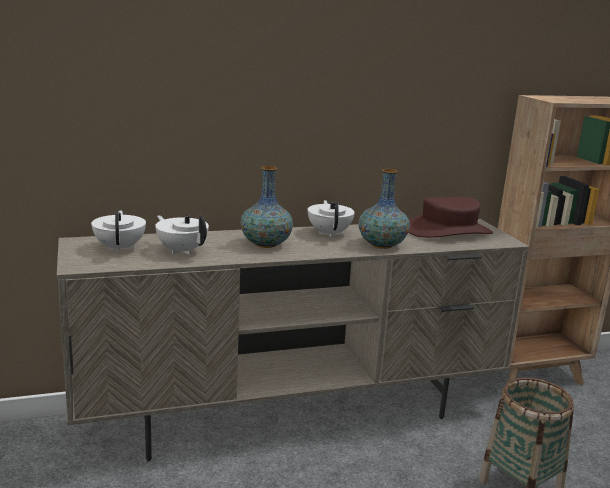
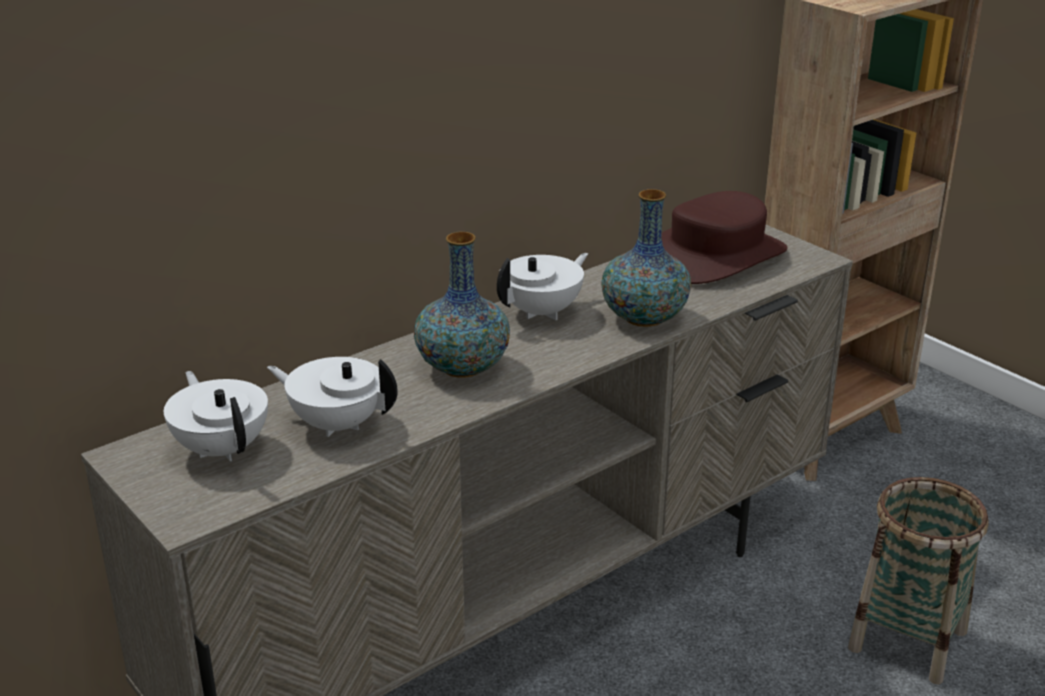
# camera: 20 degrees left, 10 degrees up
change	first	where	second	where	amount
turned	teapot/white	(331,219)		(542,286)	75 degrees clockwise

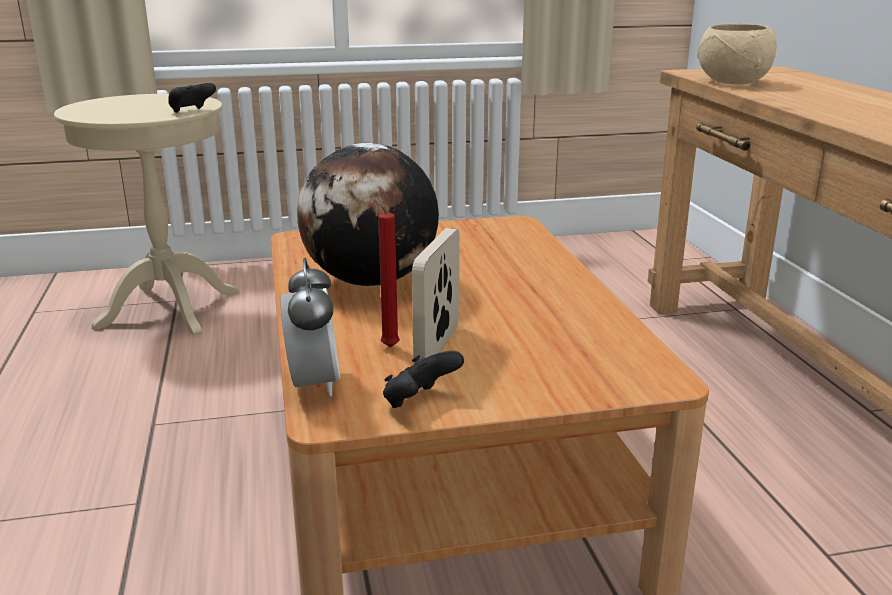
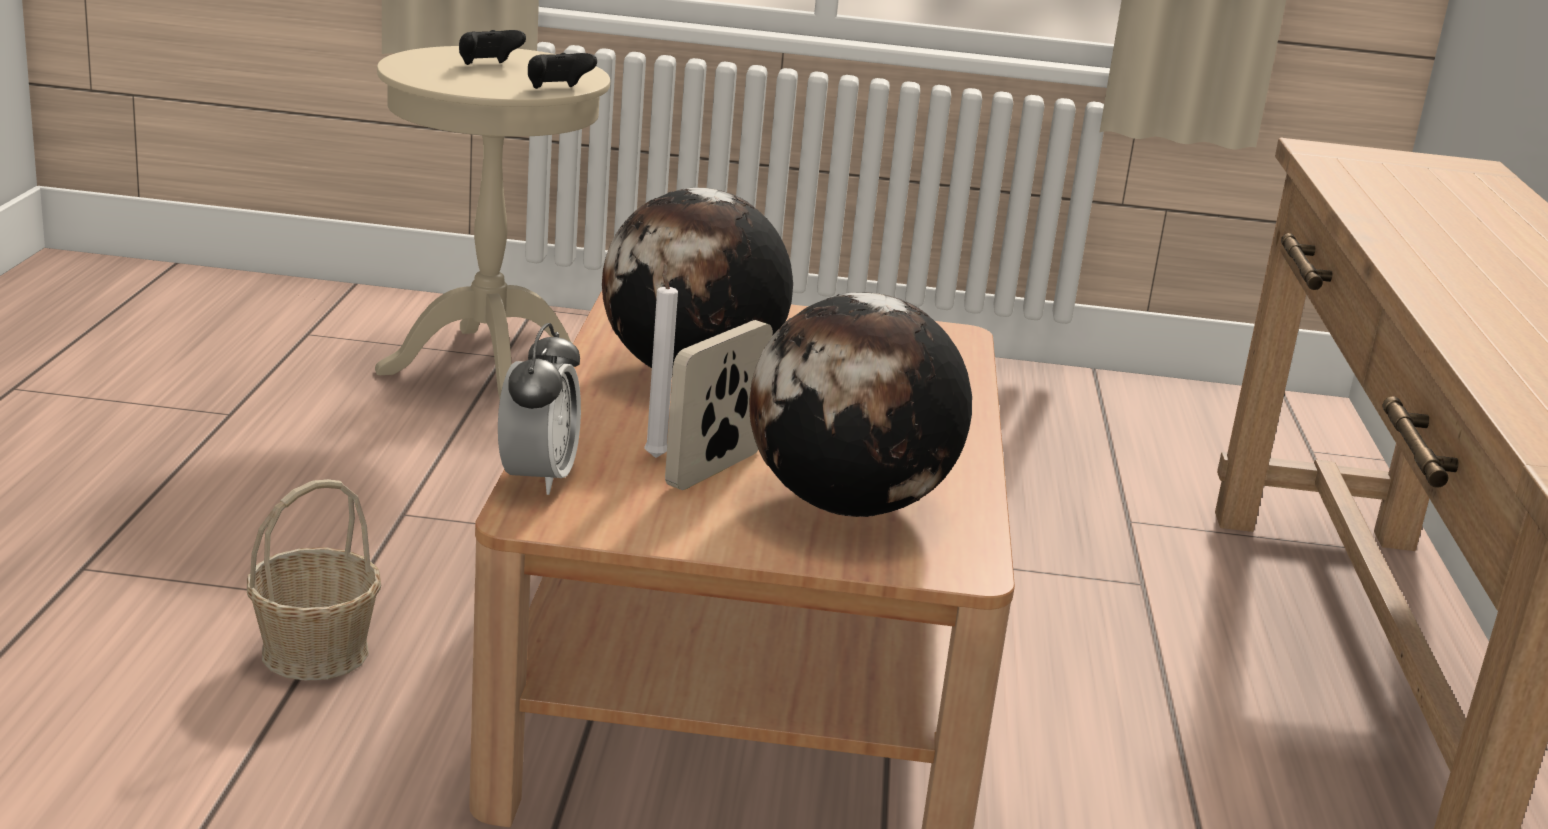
# camera: 15 degrees right, 0 degrees up
change	first	where	second	where	amount
removed	bowl/beige	(737,54)			
added			basket	(314,580)	
added			globe	(860,404)	
moved	game controller/black	(423,379)		(492,47)	
recoloured	candle/red	(389,271)	candle/white	(661,360)	

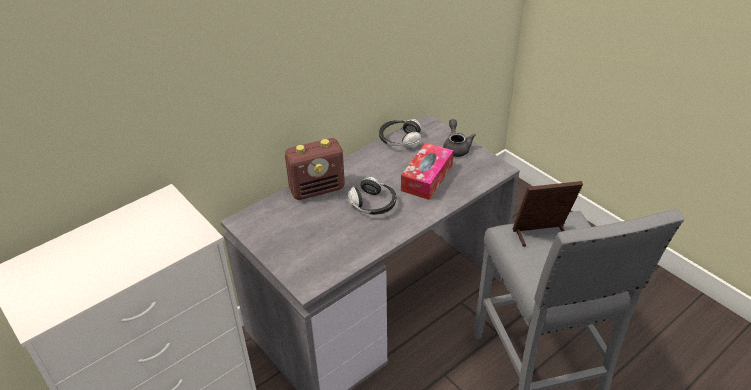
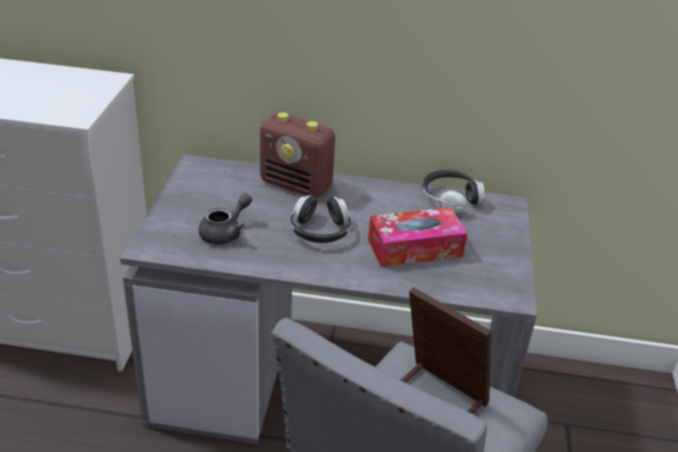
# camera: 45 degrees right, 5 degrees down
change	first	where	second	where	amount
moved	teapot/grey	(459,138)		(225,219)	

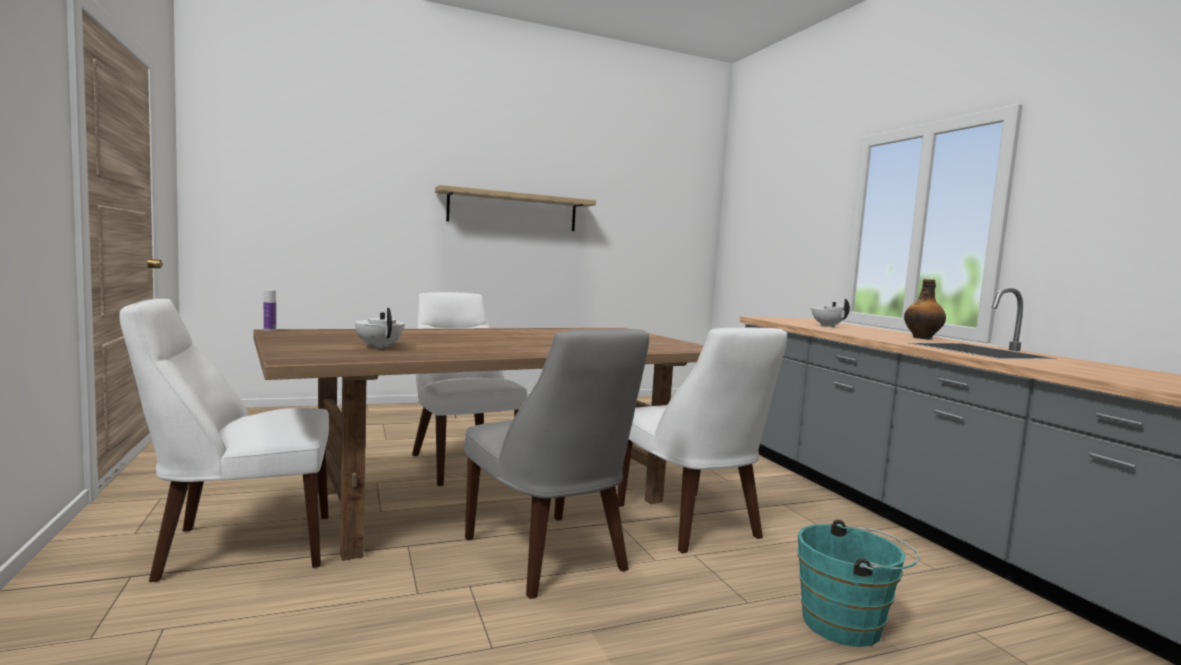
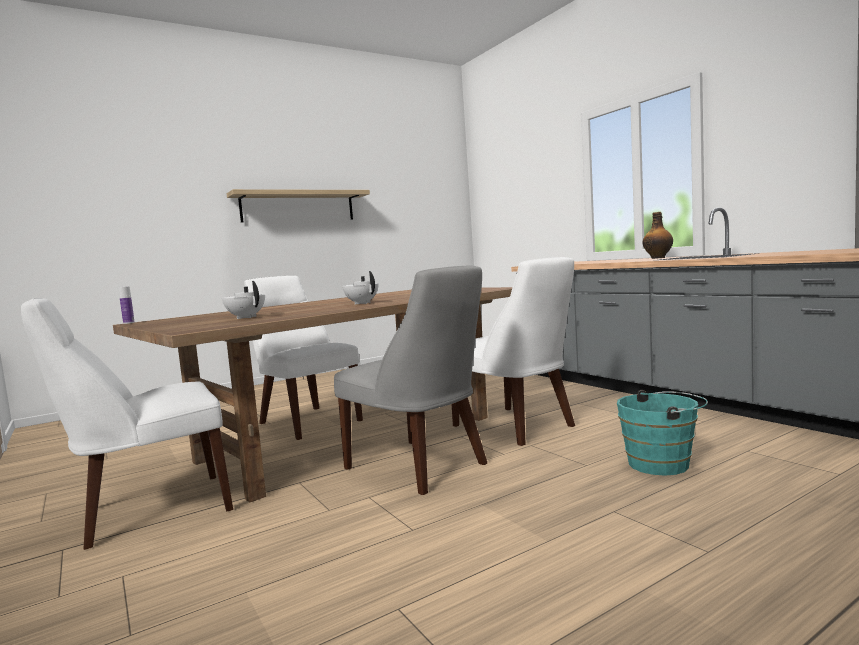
# camera: 10 degrees left, 0 degrees up
change	first	where	second	where	amount
moved	teapot/white	(829,313)		(360,287)	

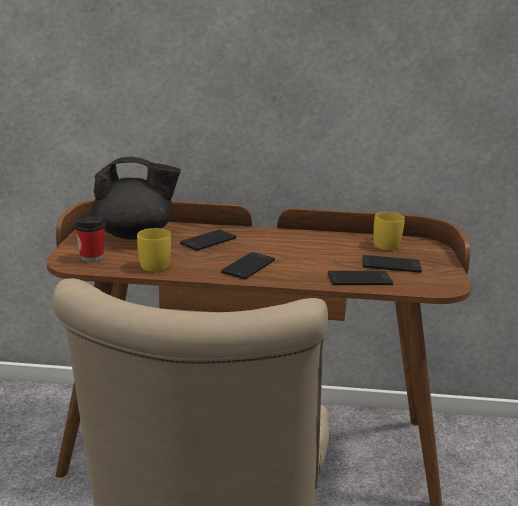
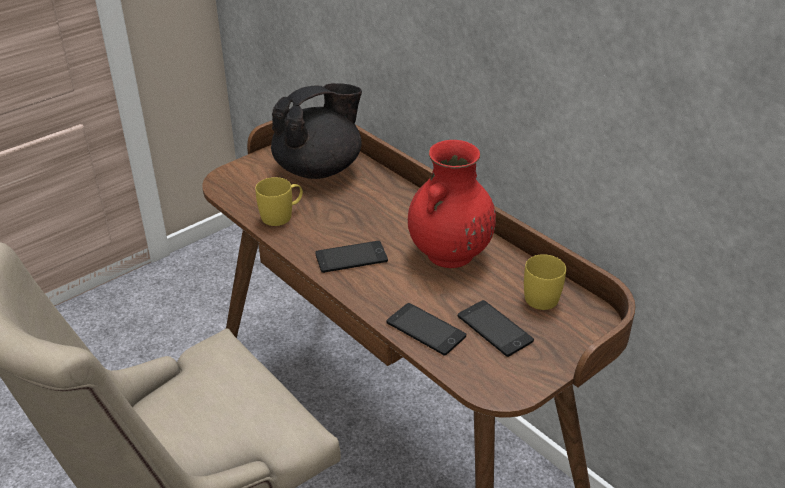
# camera: 45 degrees right, 15 degrees up
change	first	where	second	where	amount
removed	cup	(90,238)			
removed	phone	(208,240)			
added			vase/red	(452,204)	
turned	teapot/black	(136,198)		(316,131)	75 degrees counterclockwise

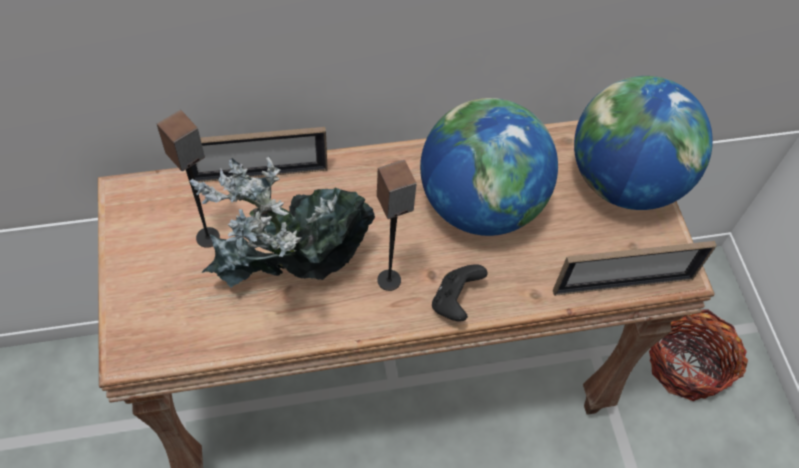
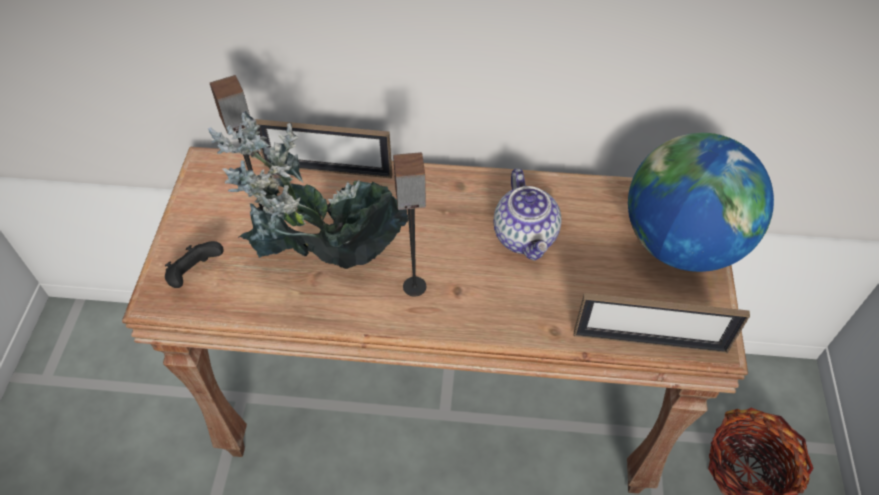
# camera: 20 degrees right, 5 degrees down
change	first	where	second	where	amount
moved	game controller/black	(460,293)		(194,264)	
replaced	globe	(489,167)	teapot	(527,215)	

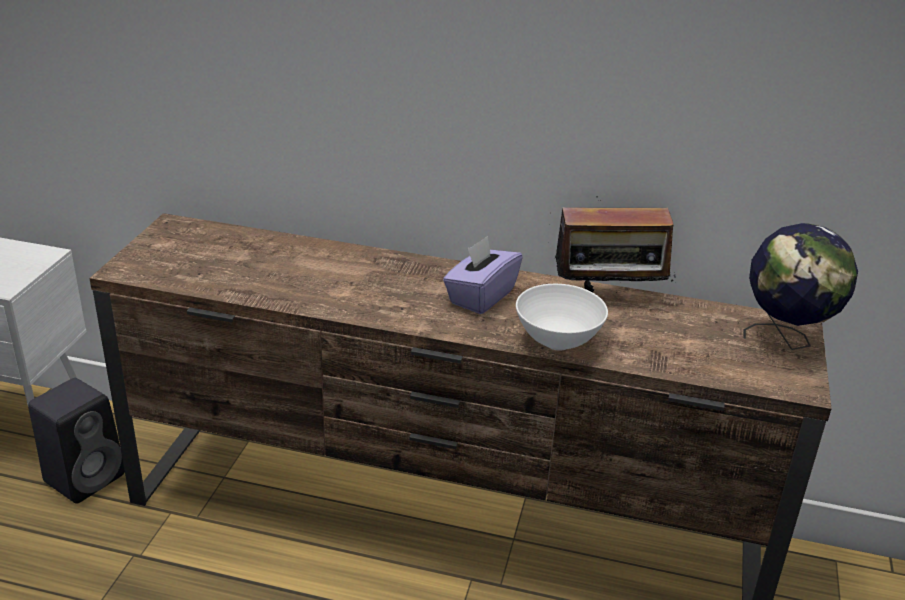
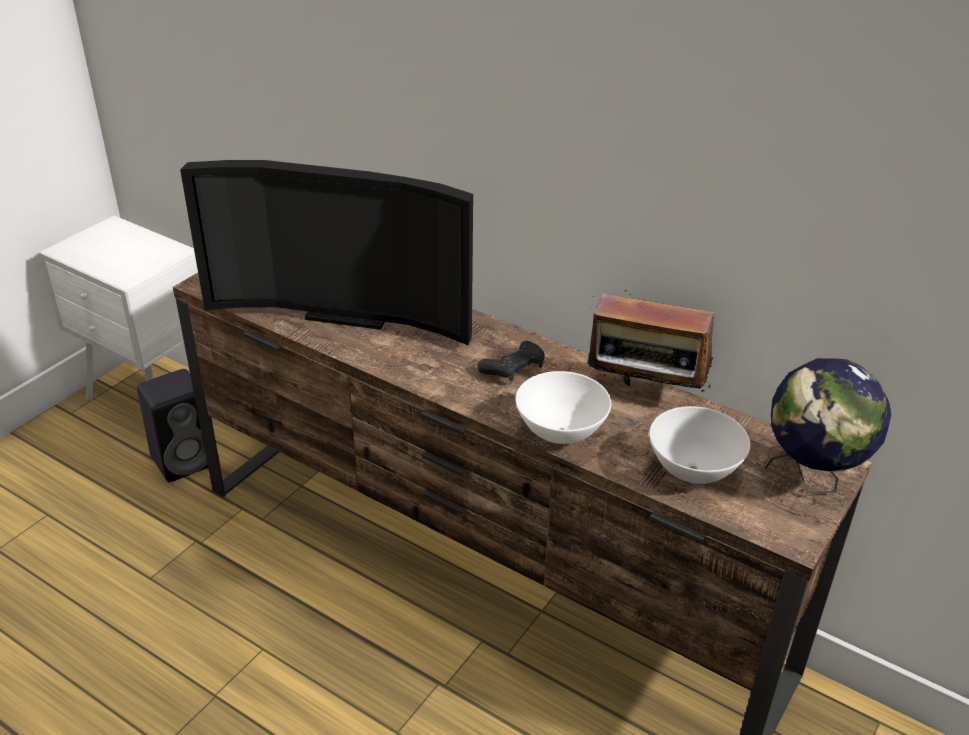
# camera: 20 degrees right, 5 degrees up
change	first	where	second	where	amount
added			television	(326,252)	
added			bowl/white	(700,445)	
replaced	tissue box/purple	(483,275)	game controller/black	(511,360)	

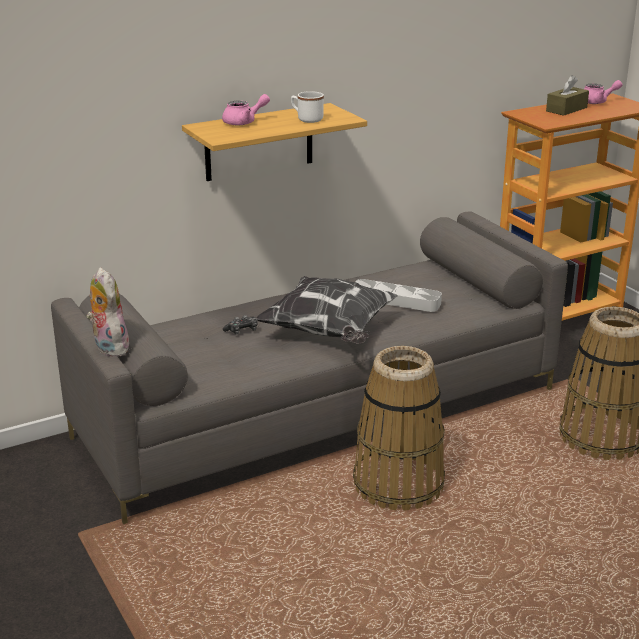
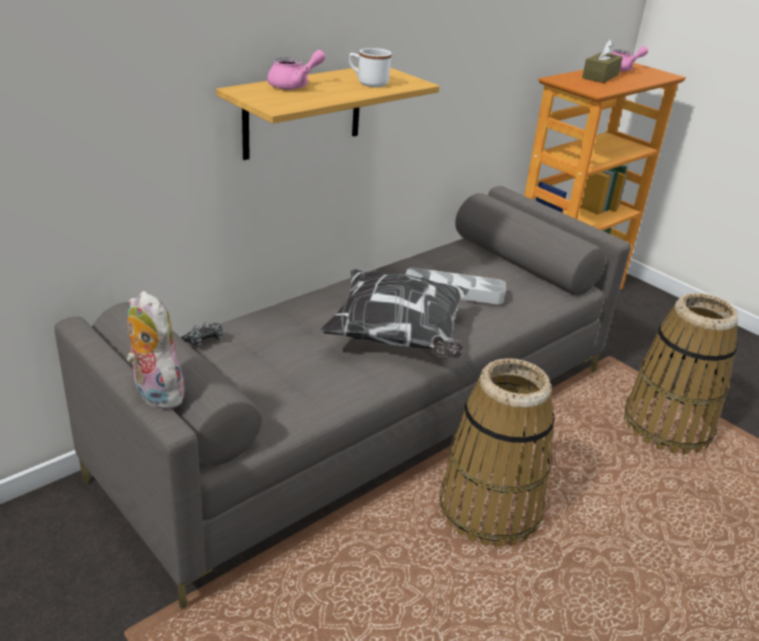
# camera: 15 degrees left, 5 degrees up
change	first	where	second	where	amount
moved	game controller	(240,325)		(201,335)	

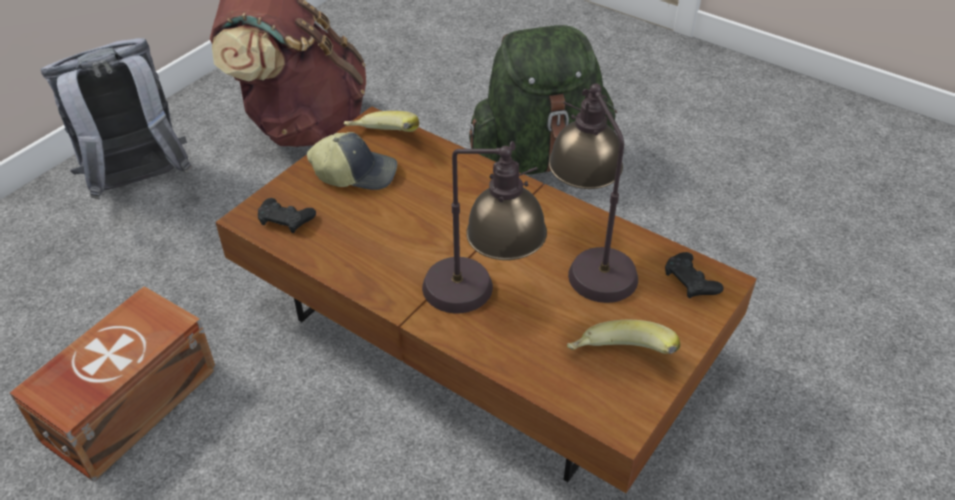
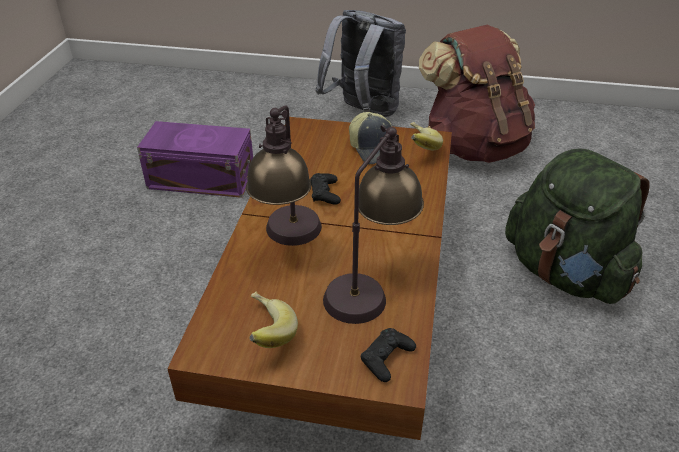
# camera: 65 degrees right, 5 degrees down
change	first	where	second	where	amount
moved	game controller/black	(287,215)		(325,189)	
recoloured	storage box/brown	(113,384)	storage box/purple	(195,159)	

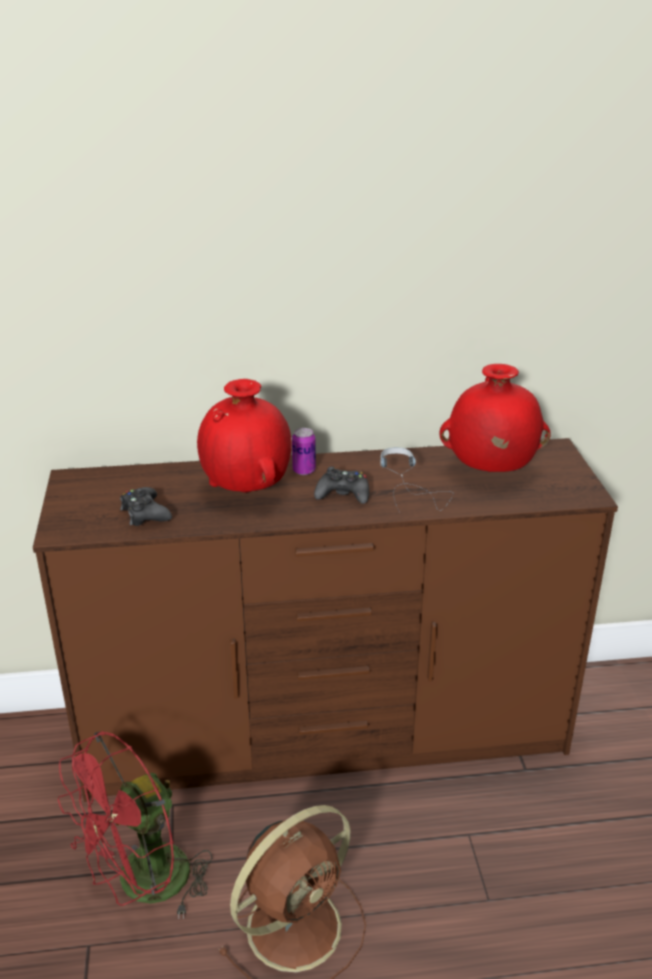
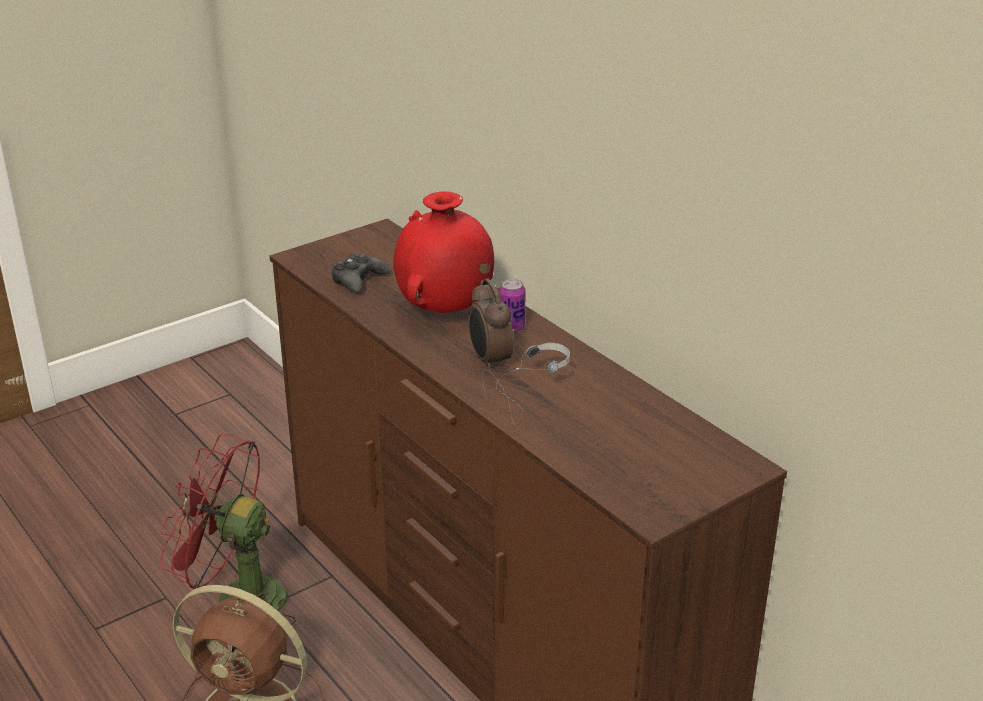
# camera: 60 degrees right, 0 degrees up
change	first	where	second	where	amount
removed	vase/red	(495,418)			
replaced	game controller/black	(341,485)	alarm clock	(491,325)	

